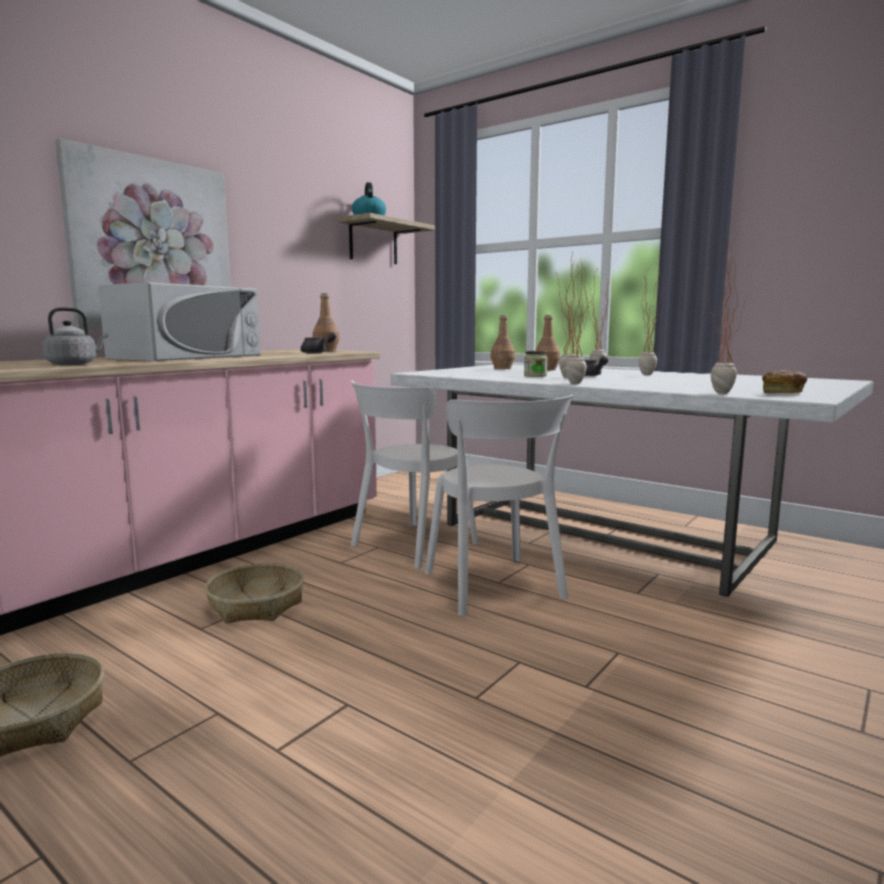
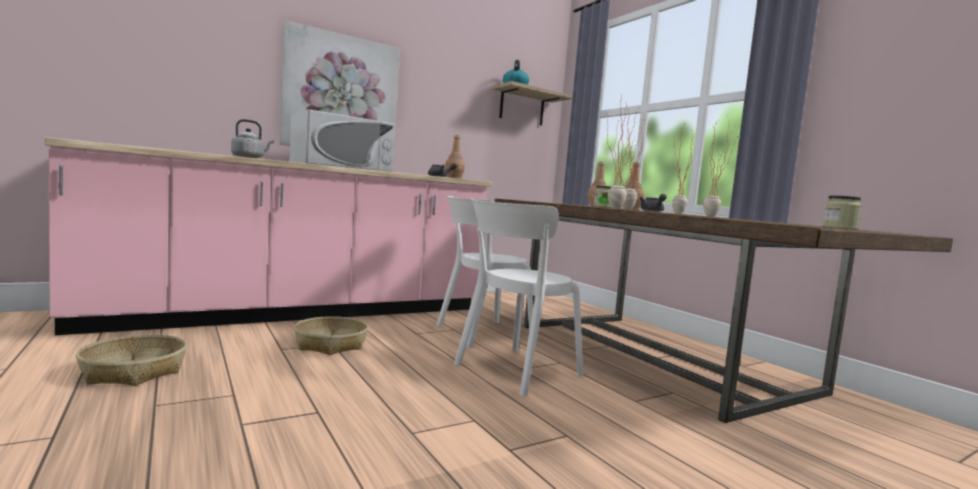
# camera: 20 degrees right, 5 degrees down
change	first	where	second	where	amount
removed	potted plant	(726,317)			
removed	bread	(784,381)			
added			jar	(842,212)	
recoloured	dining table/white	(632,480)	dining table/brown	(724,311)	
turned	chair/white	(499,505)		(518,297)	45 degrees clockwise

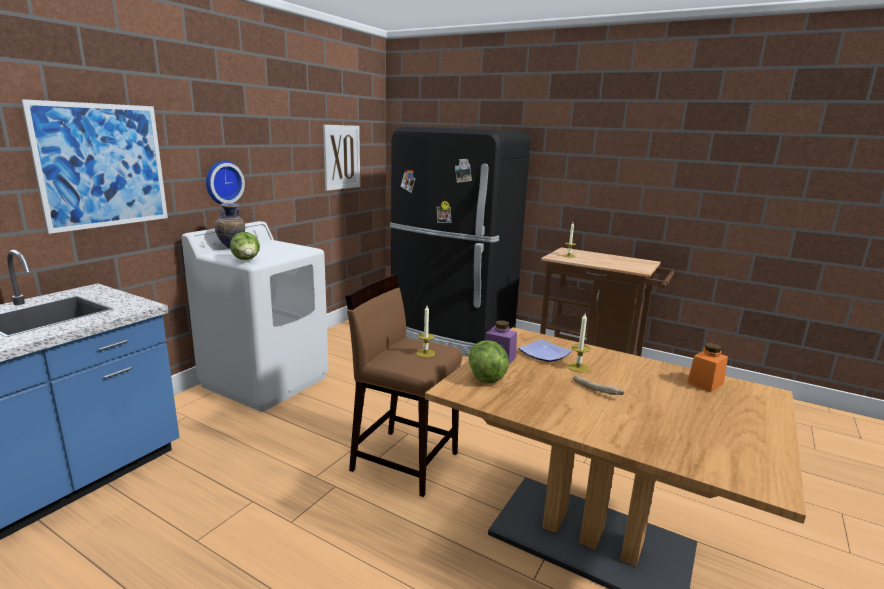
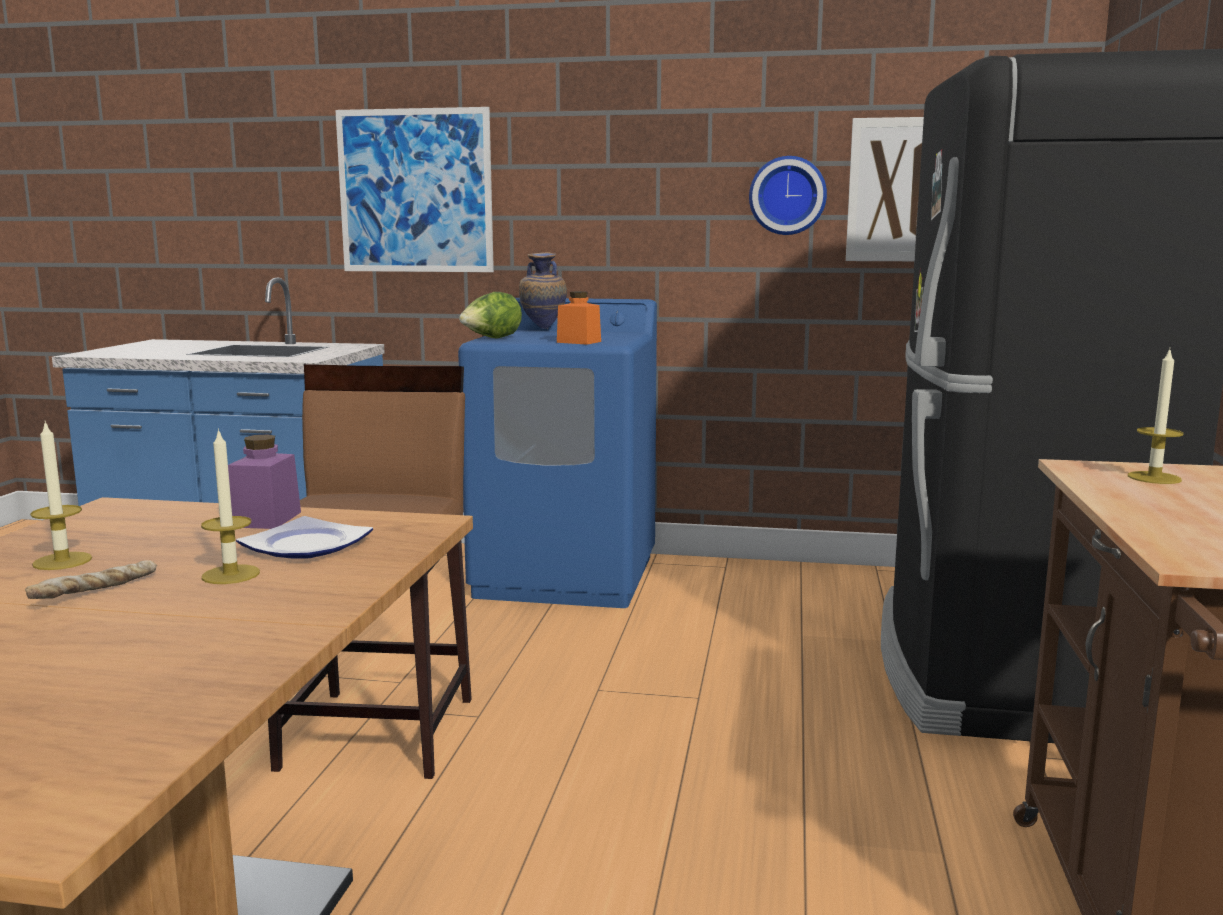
# camera: 70 degrees right, 5 degrees down
change	first	where	second	where	amount
removed	lettuce	(489,361)			
moved	wall clock	(225,182)		(788,195)	
moved	candle	(425,332)		(61,495)	
moved	jar/orange	(707,367)		(579,318)	
recoloured	washing machine/white	(255,316)	washing machine/blue	(557,453)	

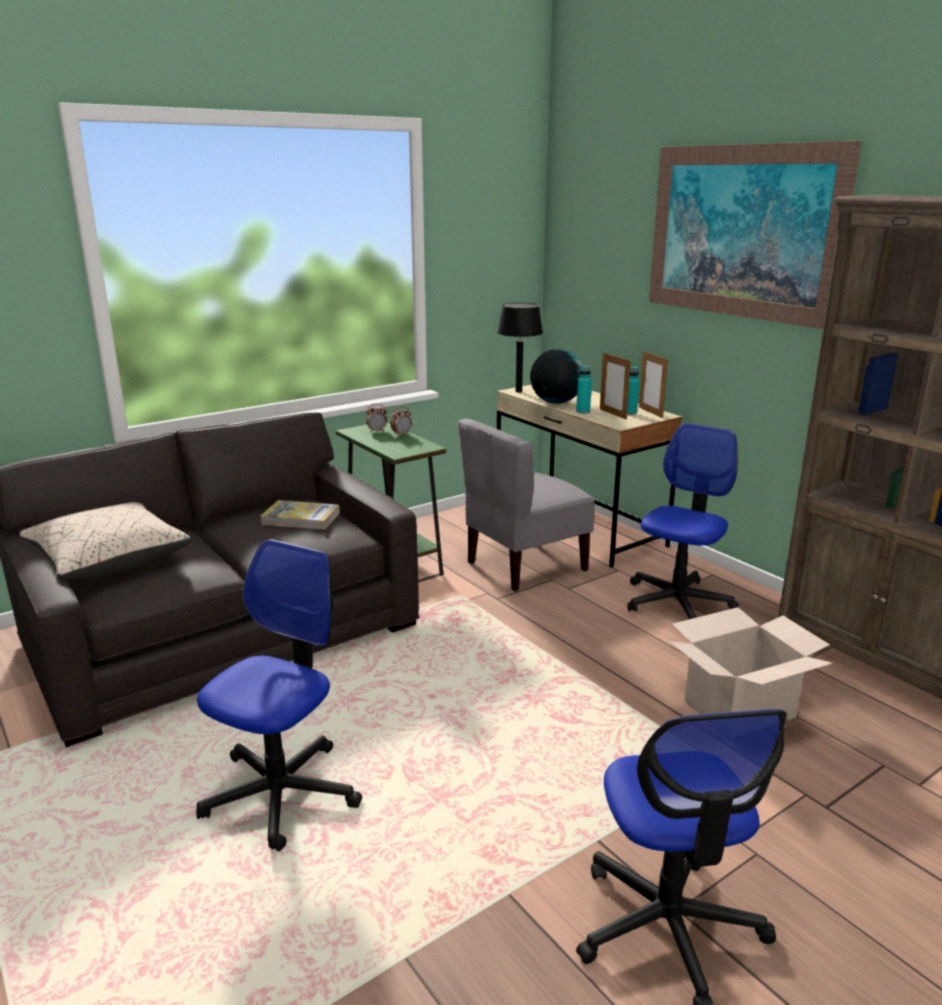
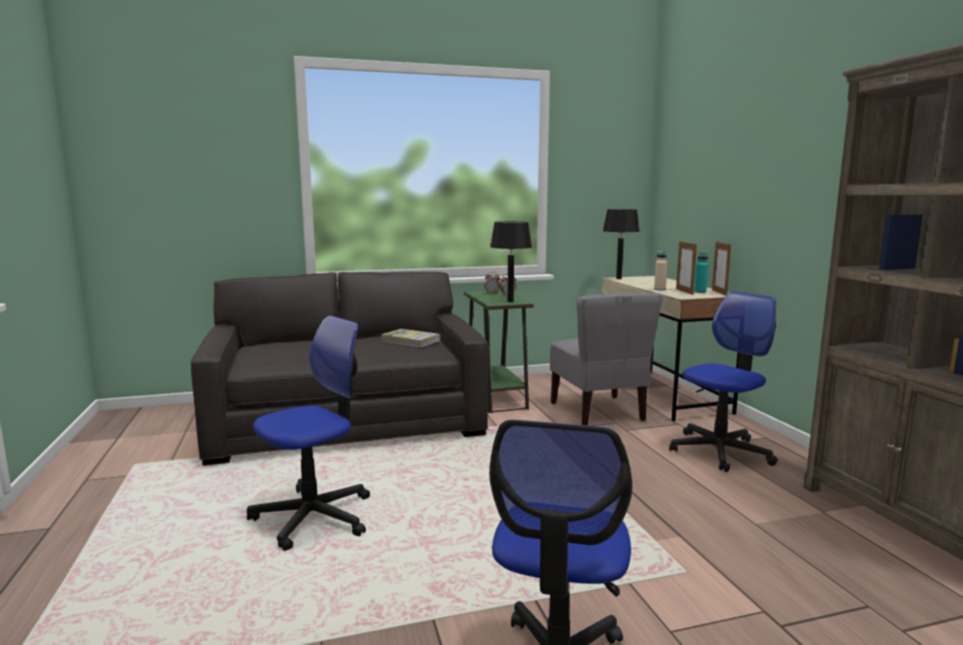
# camera: 20 degrees right, 10 degrees down
change	first	where	second	where	amount
removed	pillow/beige	(105,541)			
removed	globe	(556,376)			
removed	picture	(755,235)			
removed	cardboard box	(751,663)			
added			table lamp/black	(511,261)	
recoloured	bottle/turquoise	(584,390)	bottle/beige	(661,270)	
turned	chair/grey	(526,505)		(606,358)	90 degrees counterclockwise

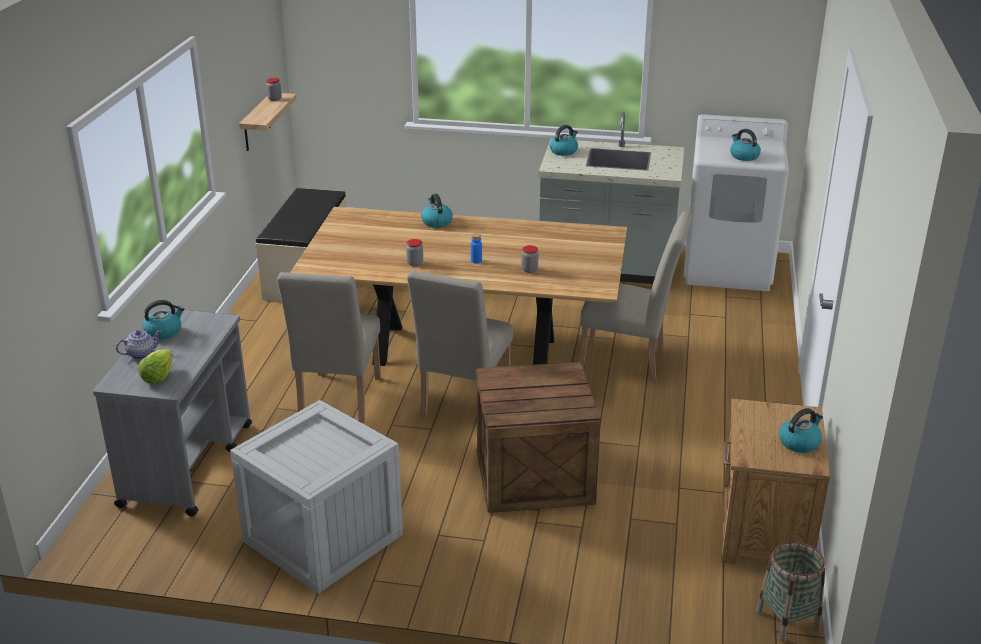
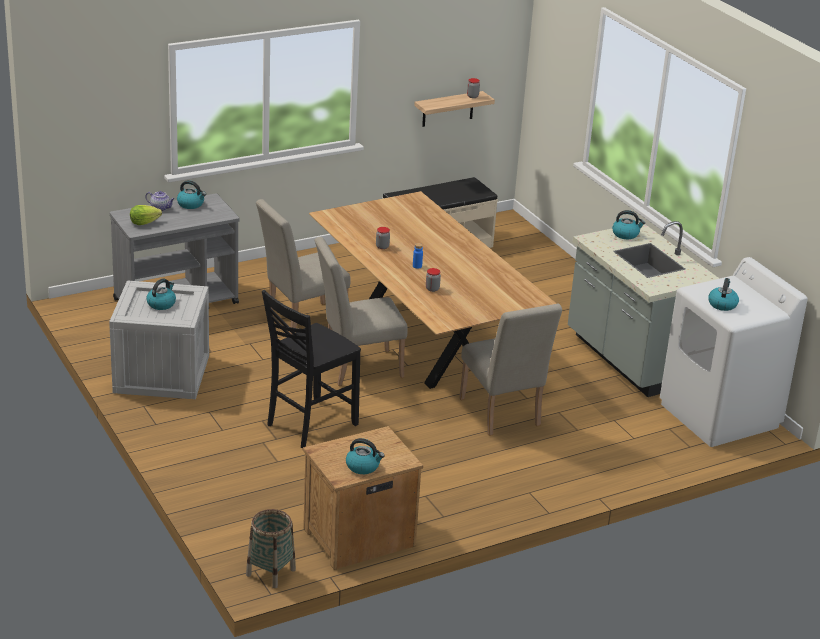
# camera: 50 degrees right, 0 degrees up
change	first	where	second	where	amount
moved	kettle	(437,211)		(161,294)	
replaced	crate	(538,437)	chair/black	(311,369)	

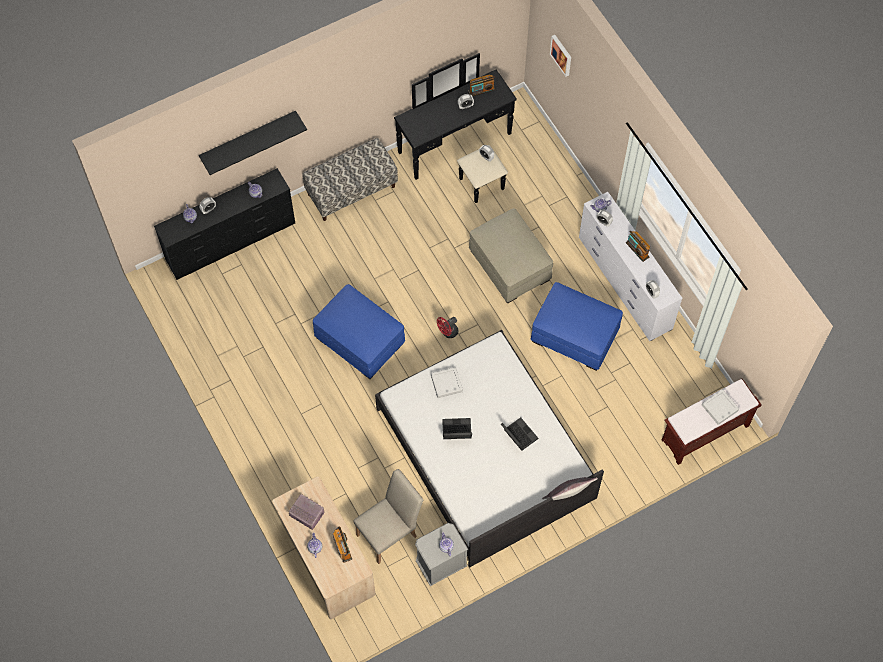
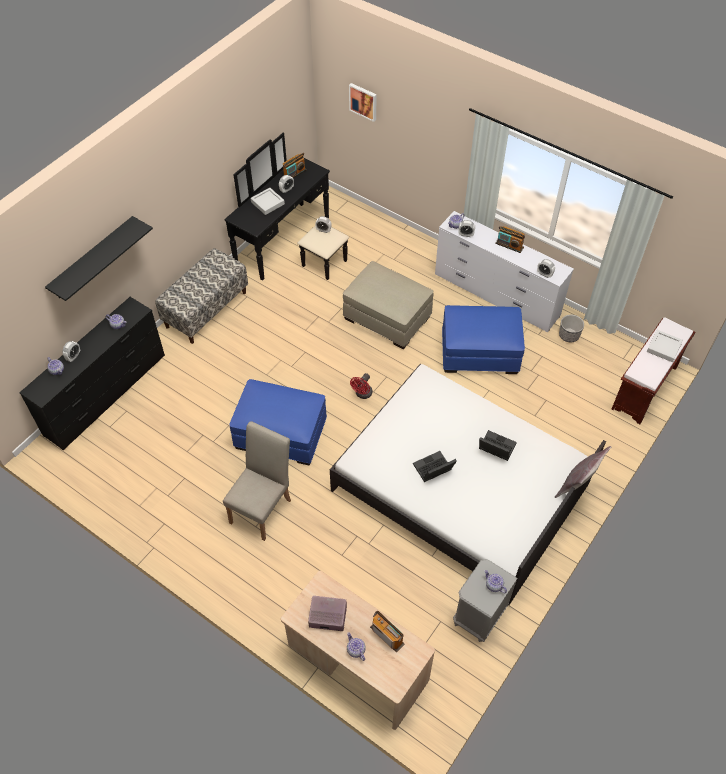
# camera: 25 degrees left, 10 degrees down
change	first	where	second	where	amount
added			planter	(571,328)	
moved	chair/beige	(388,516)		(257,481)	
moved	tray/grey	(447,382)		(268,201)	

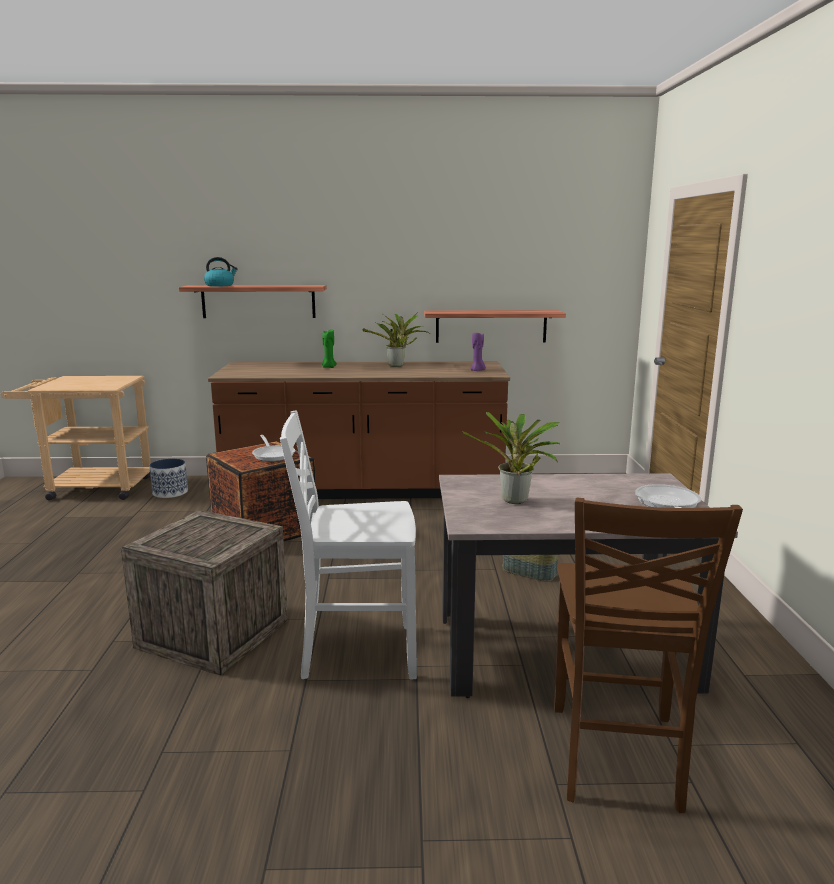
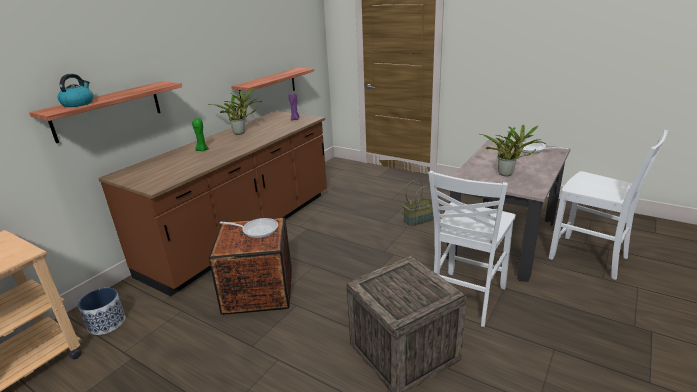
# camera: 55 degrees left, 10 degrees up
change	first	where	second	where	amount
recoloured	chair/brown	(648,655)	chair/white	(608,205)	

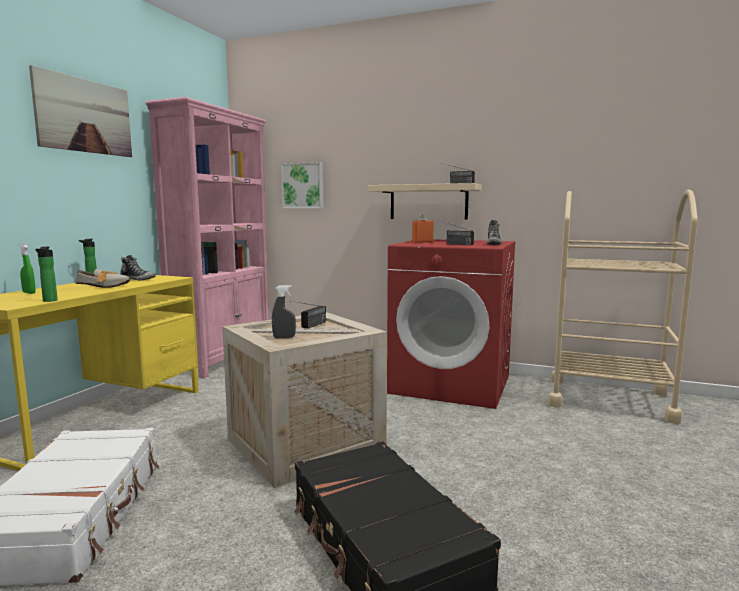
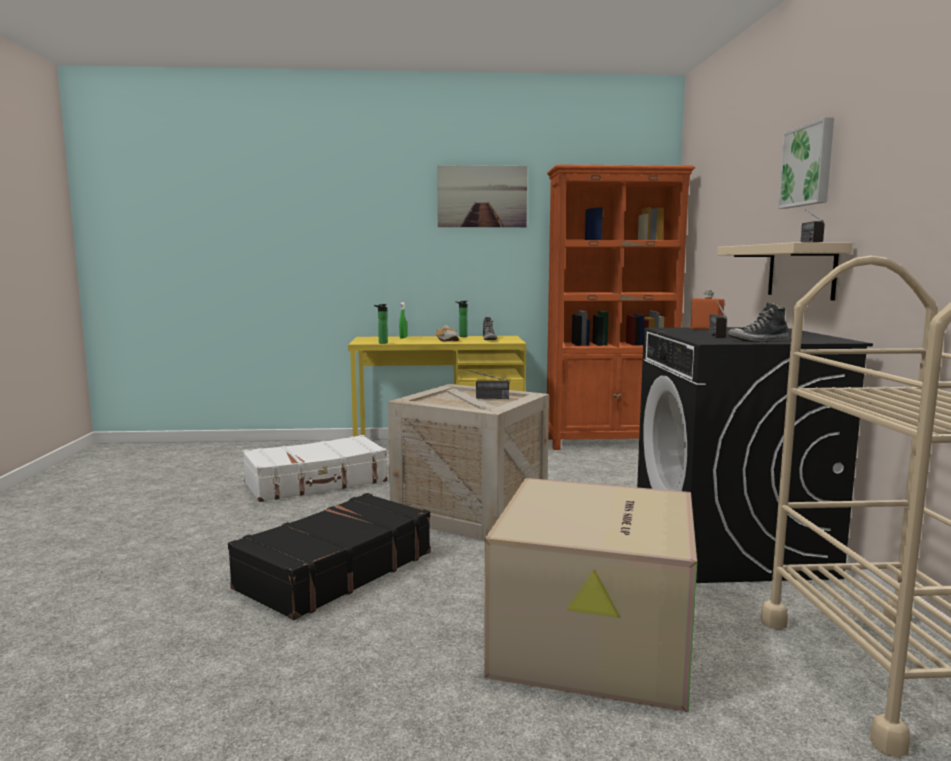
# camera: 65 degrees right, 0 degrees up
change	first	where	second	where	amount
removed	spray bottle/grey	(284,311)			
added			cardboard box	(590,595)	
moved	picture	(302,185)		(806,163)	
recoloured	bookcase/pink	(207,237)	bookcase/orange	(621,307)	
recoloured	washing machine/red	(451,324)	washing machine/black	(755,455)	

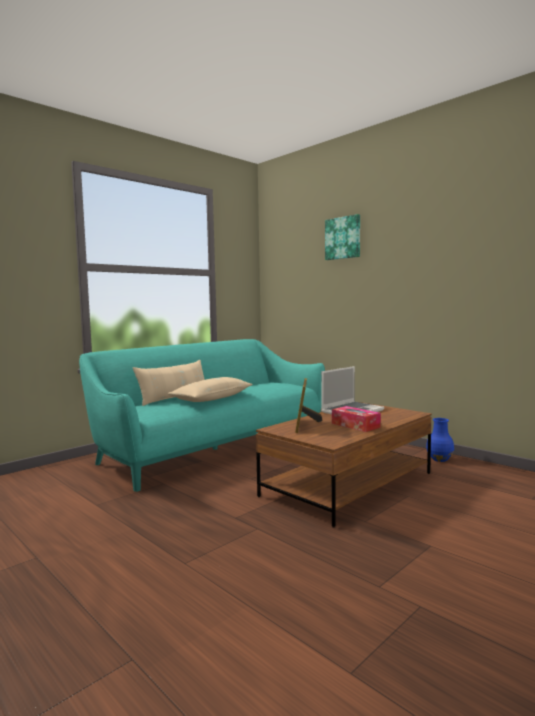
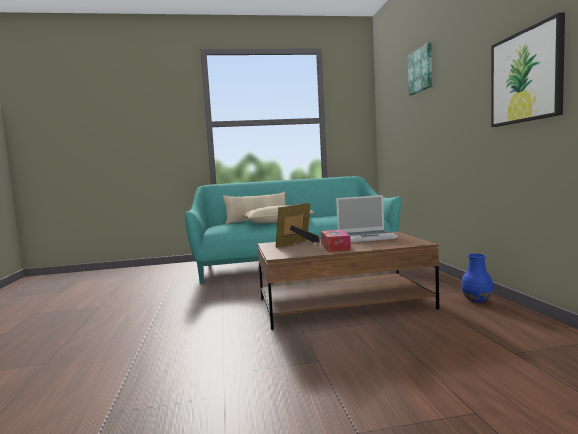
# camera: 35 degrees right, 0 degrees up
change	first	where	second	where	amount
added			picture	(528,69)	

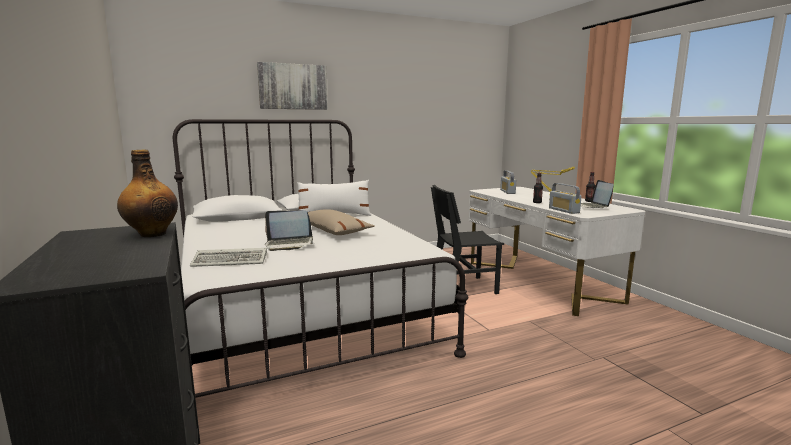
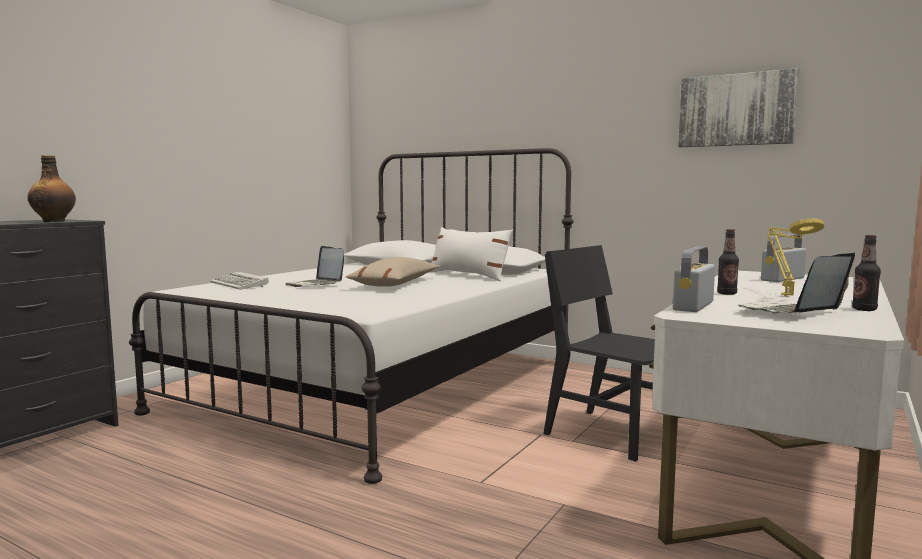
# camera: 55 degrees right, 5 degrees down
change	first	where	second	where	amount
moved	picture	(292,86)		(738,107)	

